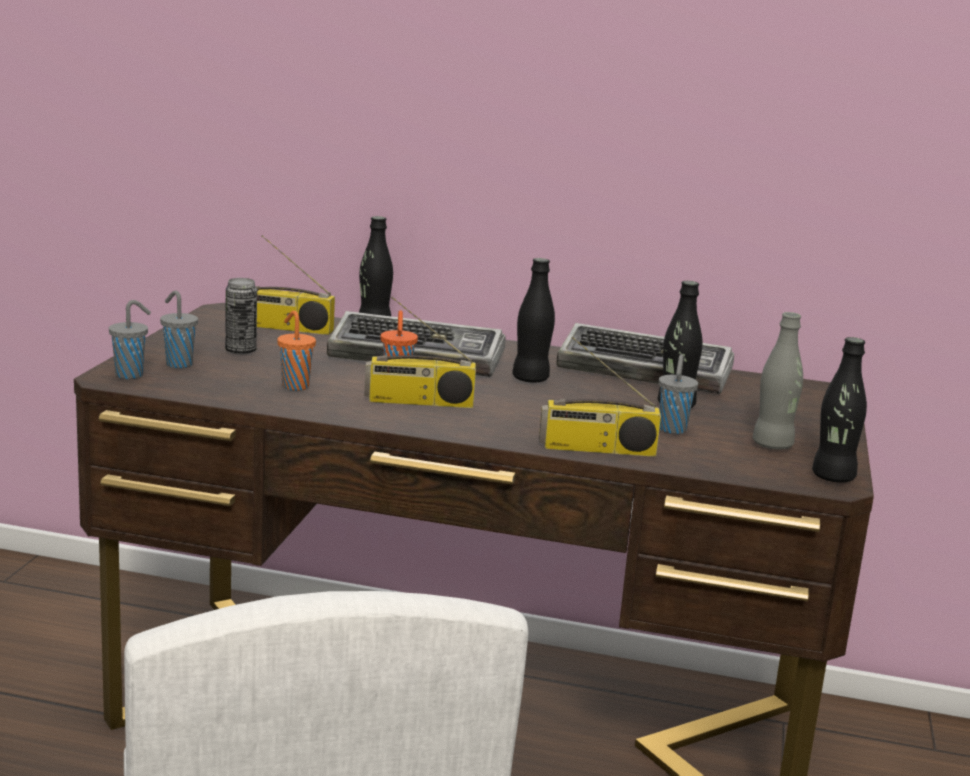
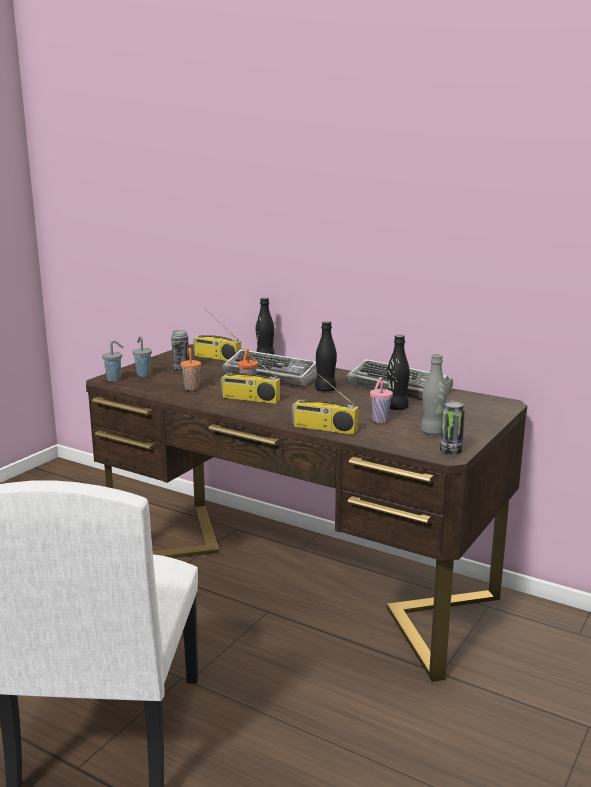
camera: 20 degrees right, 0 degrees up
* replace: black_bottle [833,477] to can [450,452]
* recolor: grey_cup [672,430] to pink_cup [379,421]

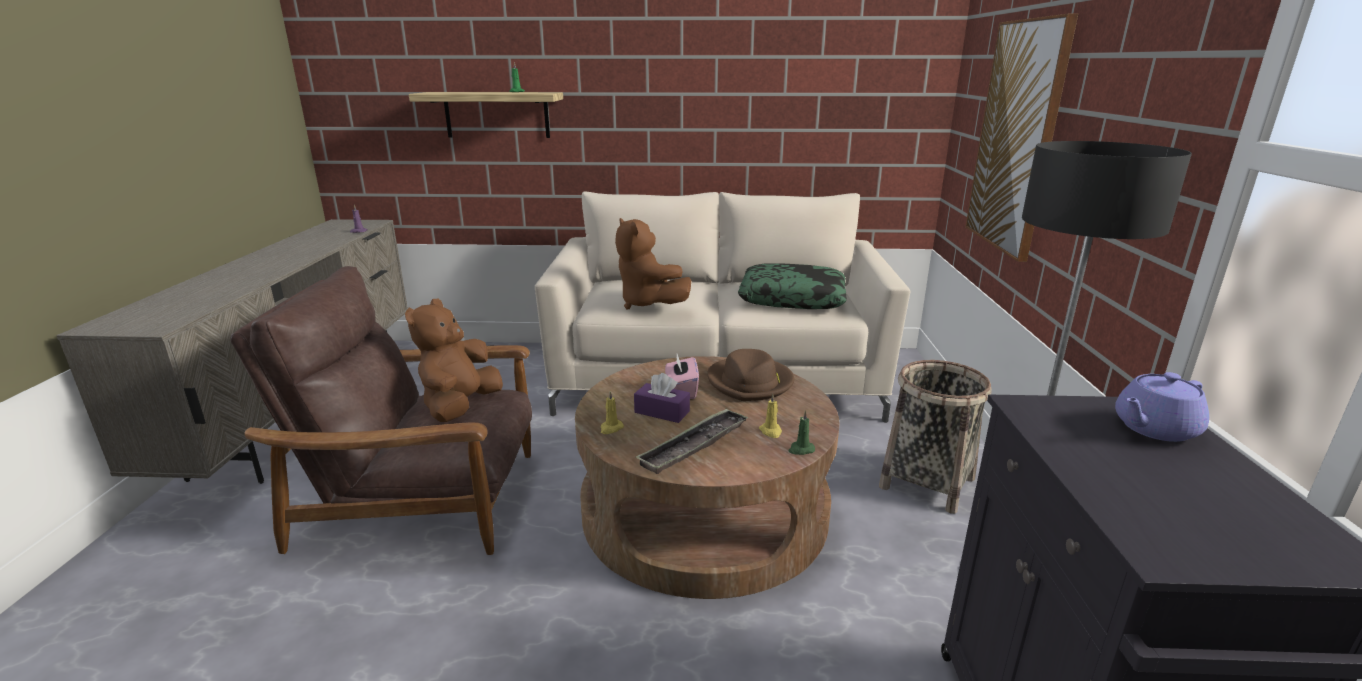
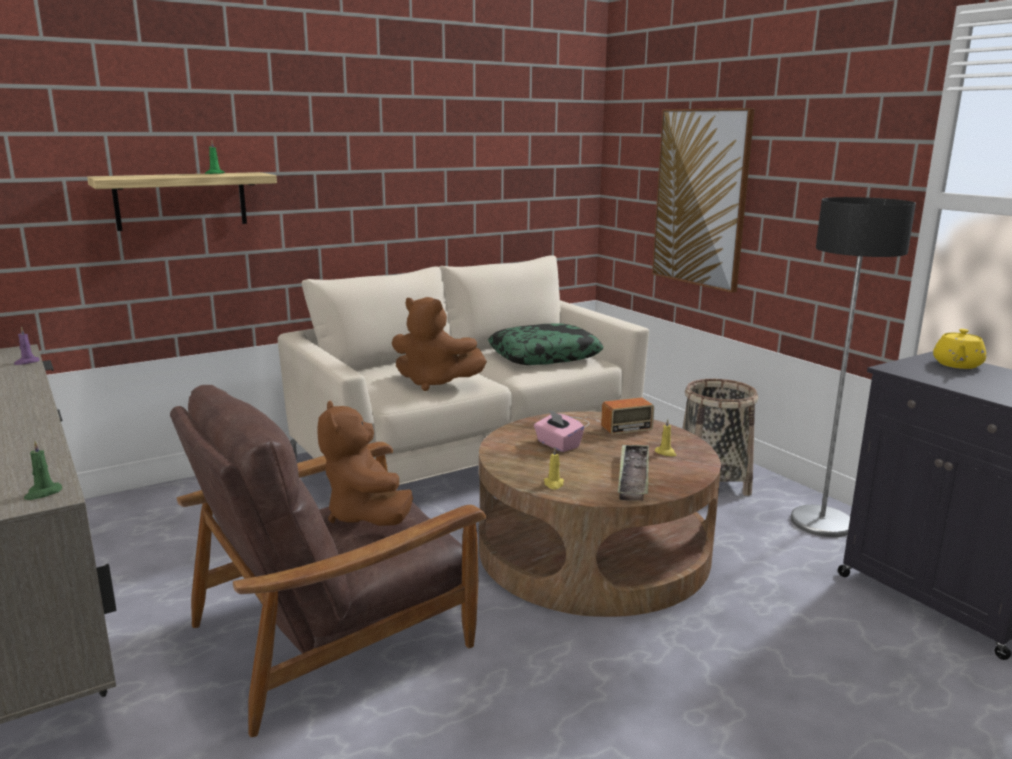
camera: 35 degrees left, 5 degrees down
* replace: brown_hat [750,382] to radio [597,426]
* recolor: purple_teapot [1153,429] to yellow_teapot [957,365]
* delete: purple_tissue_box [662,412]
* move: green_candle [801,449] to [42,493]

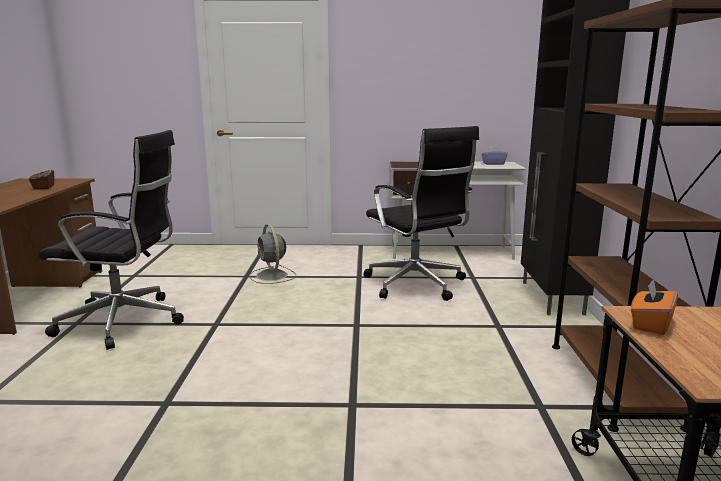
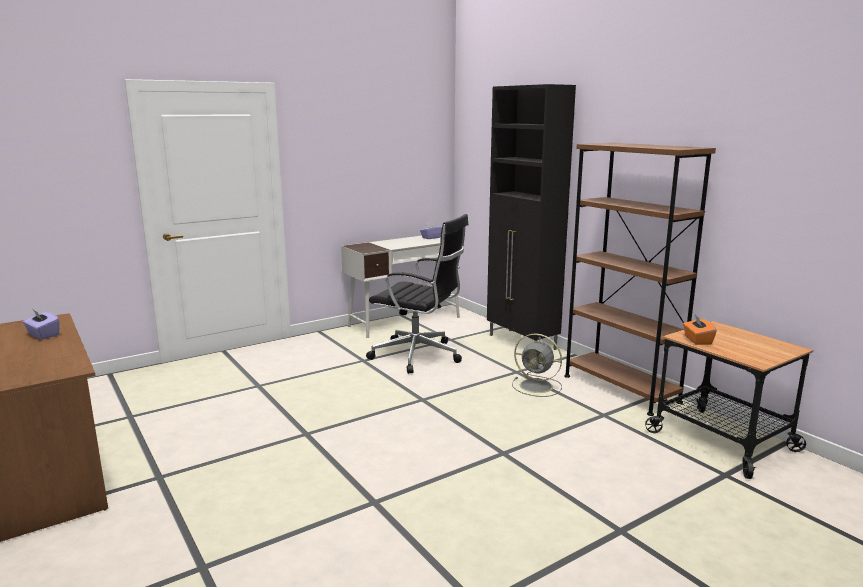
camera: 35 degrees left, 0 degrees up
* delete: black_office_chair [125,322]
* recolor: brown_tissue_box [43,187] to purple_tissue_box [43,335]
* move: grey_fan [272,276] to [537,386]

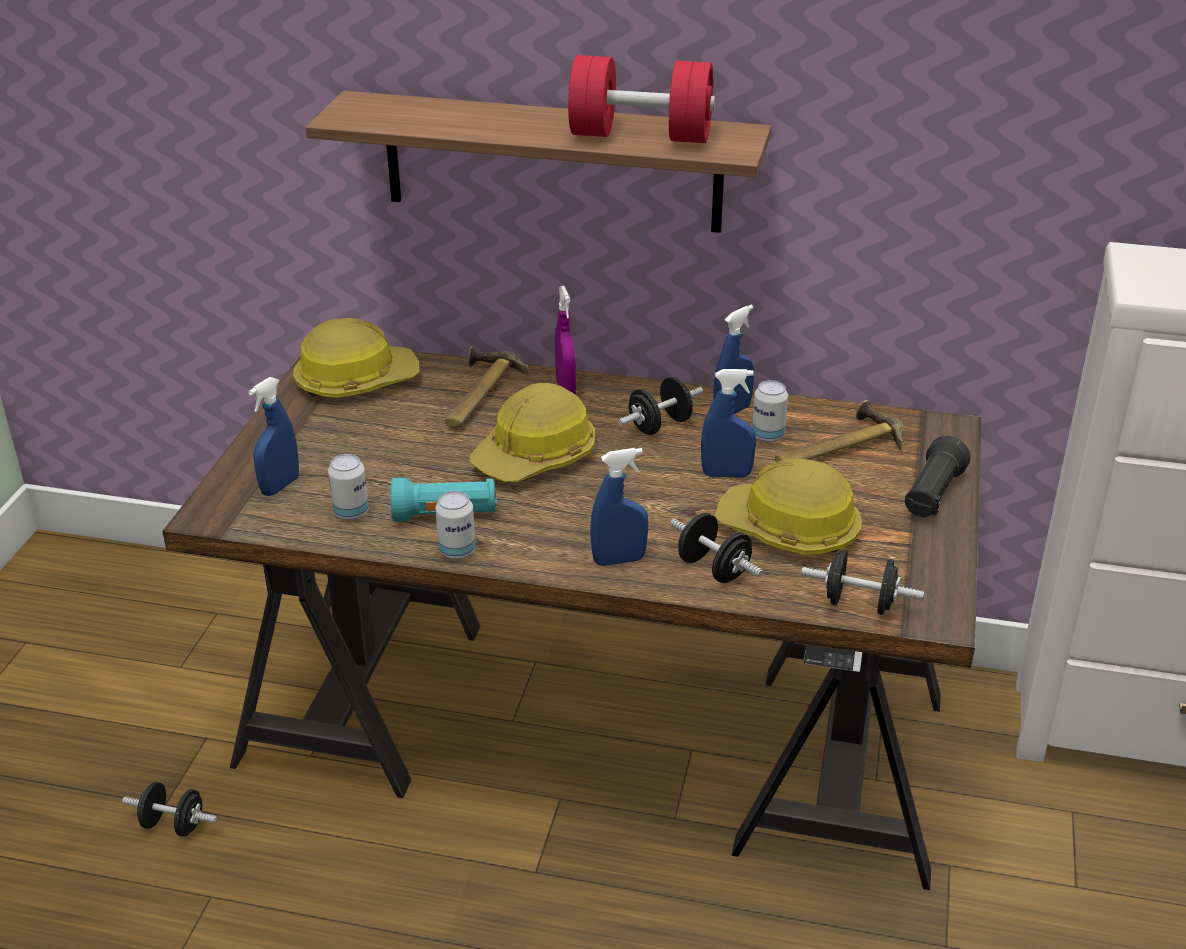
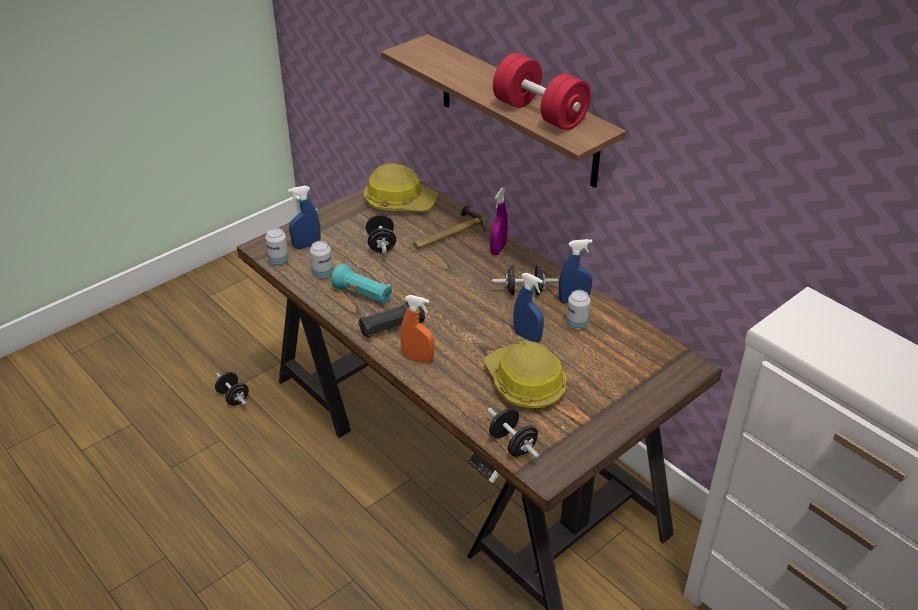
camera: 35 degrees right, 5 degrees up
* delete: hard_hat [536,456]
* delete: hammer [835,447]
* move: black_flashlight [932,495] to [391,328]
* recolor: blue_spray_bottle [619,560] to orange_spray_bottle [418,358]
* move: can [457,551] to [278,260]
* move: black_dumbbell [713,569] to [381,245]

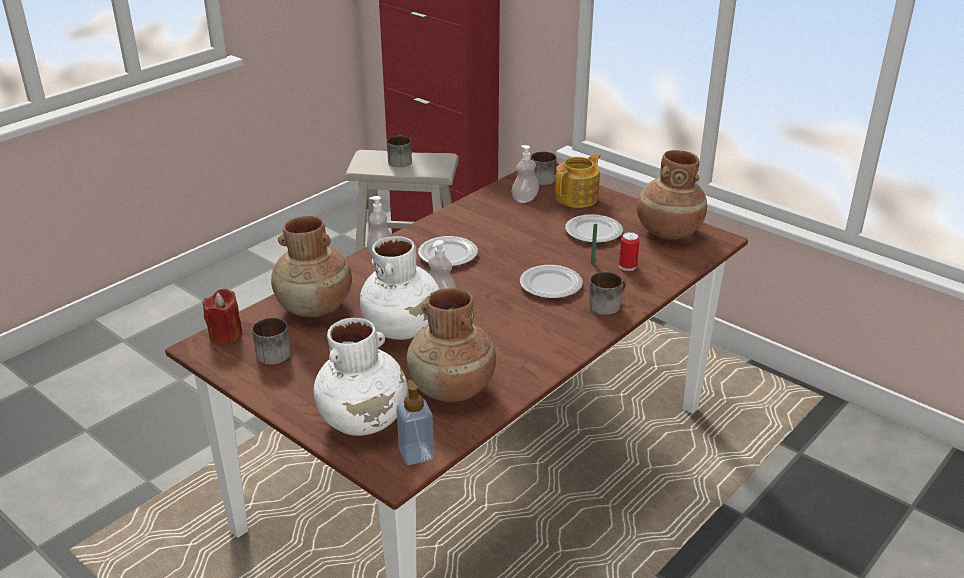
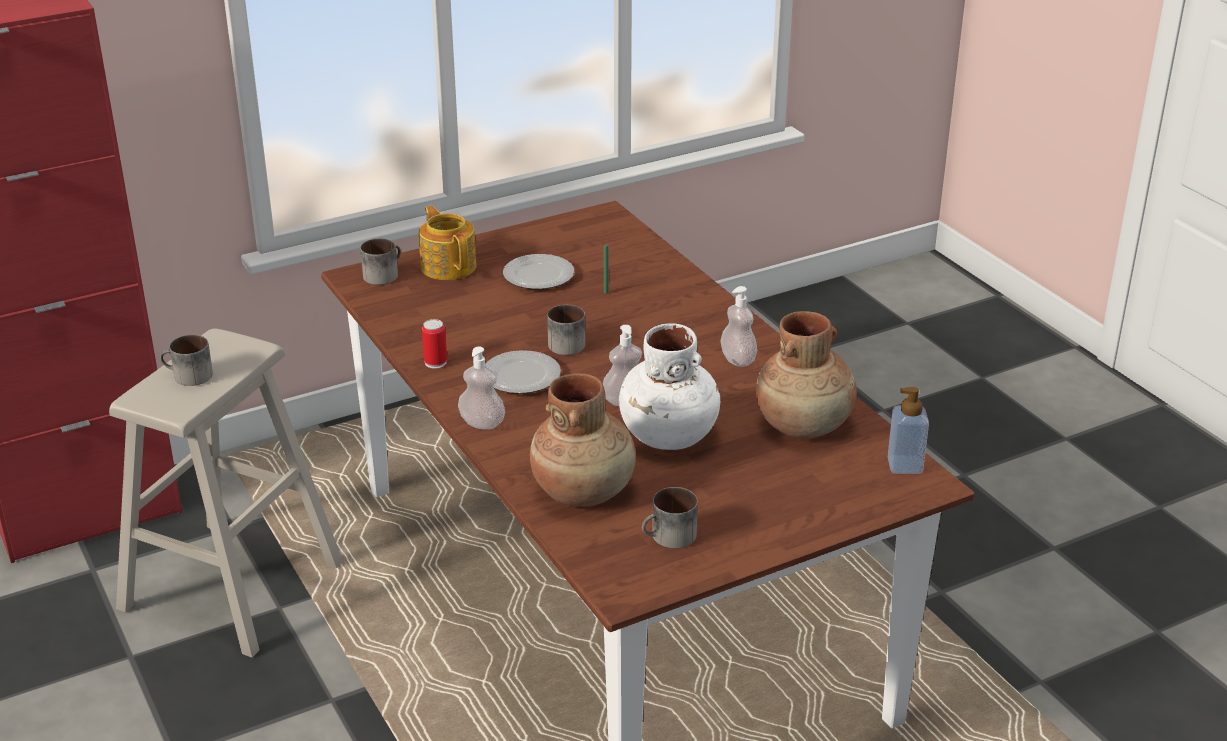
camera: 70 degrees left, 0 degrees up
* move: soap_dispenser [525,199] to [738,360]
* delete: brown_vase [668,232]
* move: can [627,266] to [435,362]
* delete: plate [550,285]
* move: mug [606,304] to [563,343]
* delete: red_candle [225,334]
* delete: white_vase [364,420]

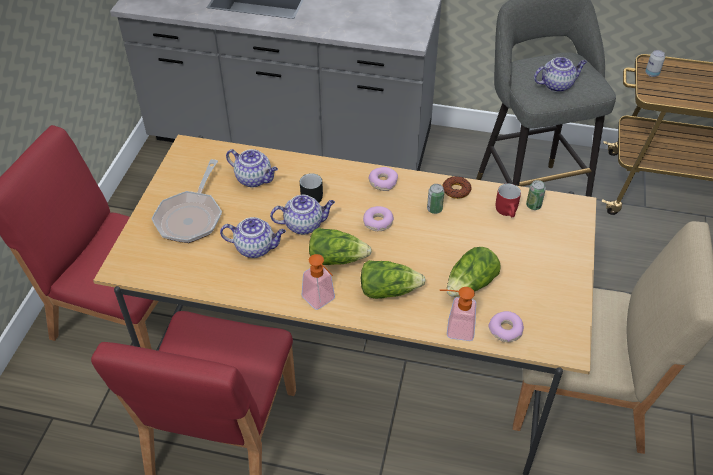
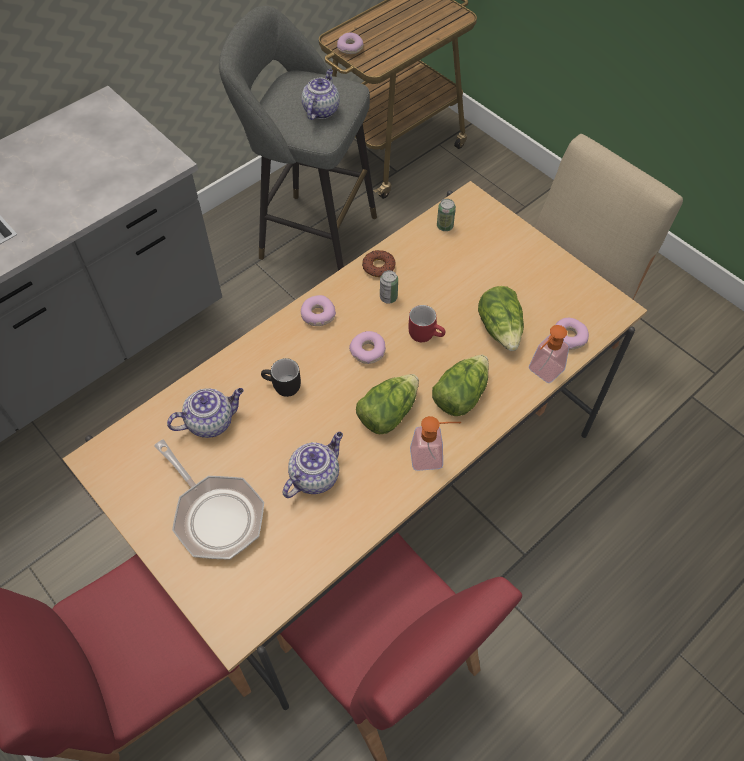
camera: 55 degrees left, 10 degrees up
* replace: can [652,74] to donut [350,48]
* move: red_mug [508,211] to [426,333]
* delete: teapot [304,225]

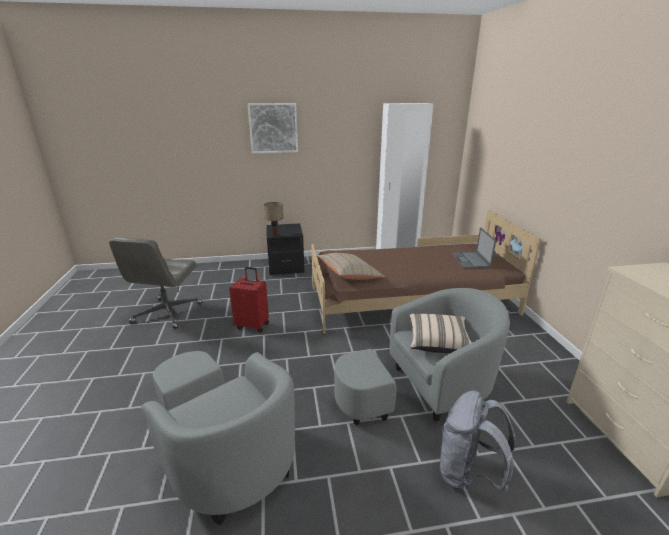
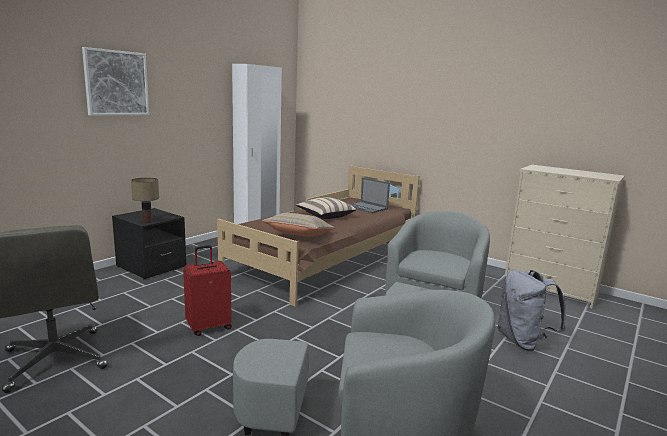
camera: 45 degrees left, 10 degrees down
* move: beige_pillow [438,342] to [325,216]

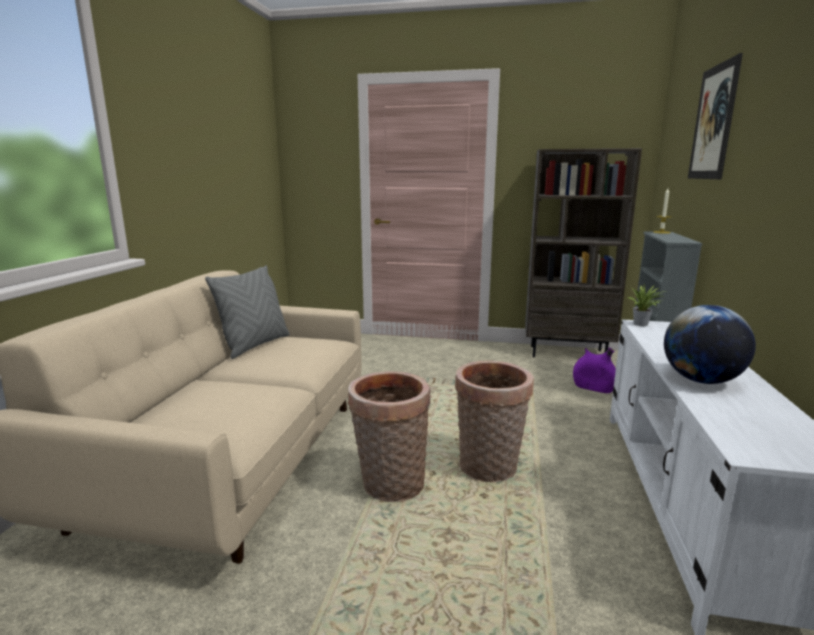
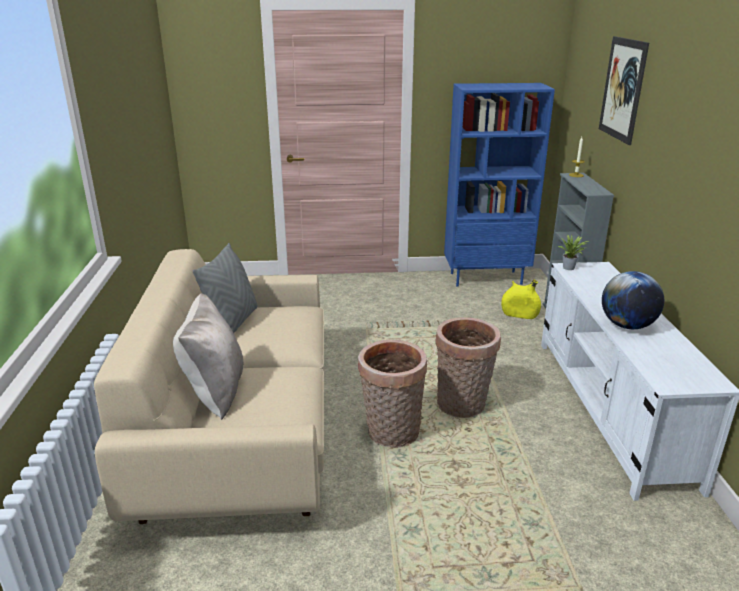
camera: 15 degrees left, 10 degrees up
* recolor: brown_bookcase [567,353] to blue_bookcase [486,278]
* recolor: purple_vase [593,388] to yellow_vase [519,315]
* insert: beige_pillow [215,391]

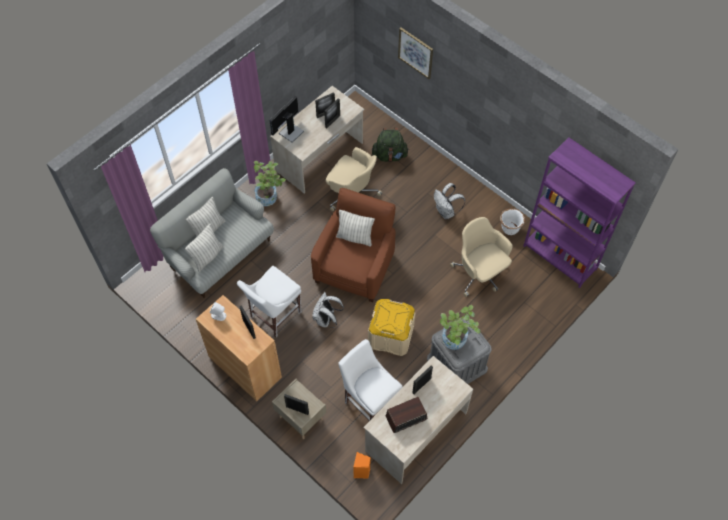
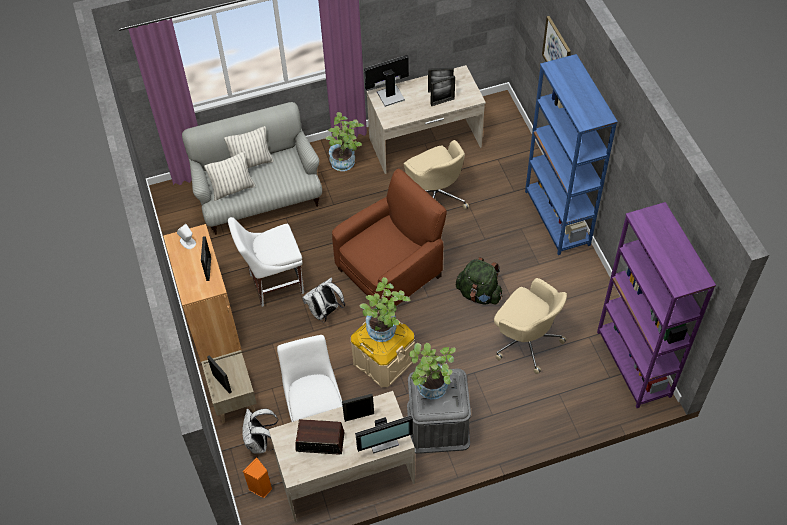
camera: 30 degrees right, 5 degrees down
* move: green_backpack [389,155] to [479,294]
* move: white_backpack [446,212] to [260,443]
* delete: white_planter [509,229]
* delete: pillow [355,237]
* rotate: beige_office_chair [479,274] = [526,340] 135 degrees clockwise
* insert: blue_bookcase [557,218]
* insert: potted_plant [385,332]
* insert: monitor [382,439]

